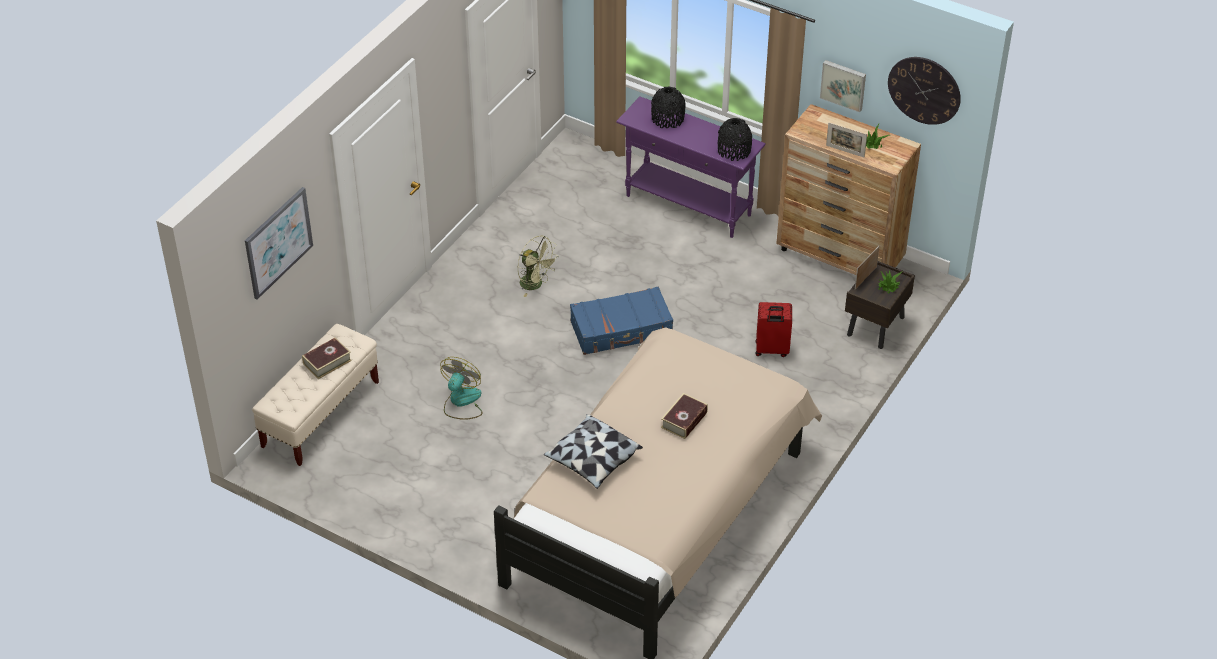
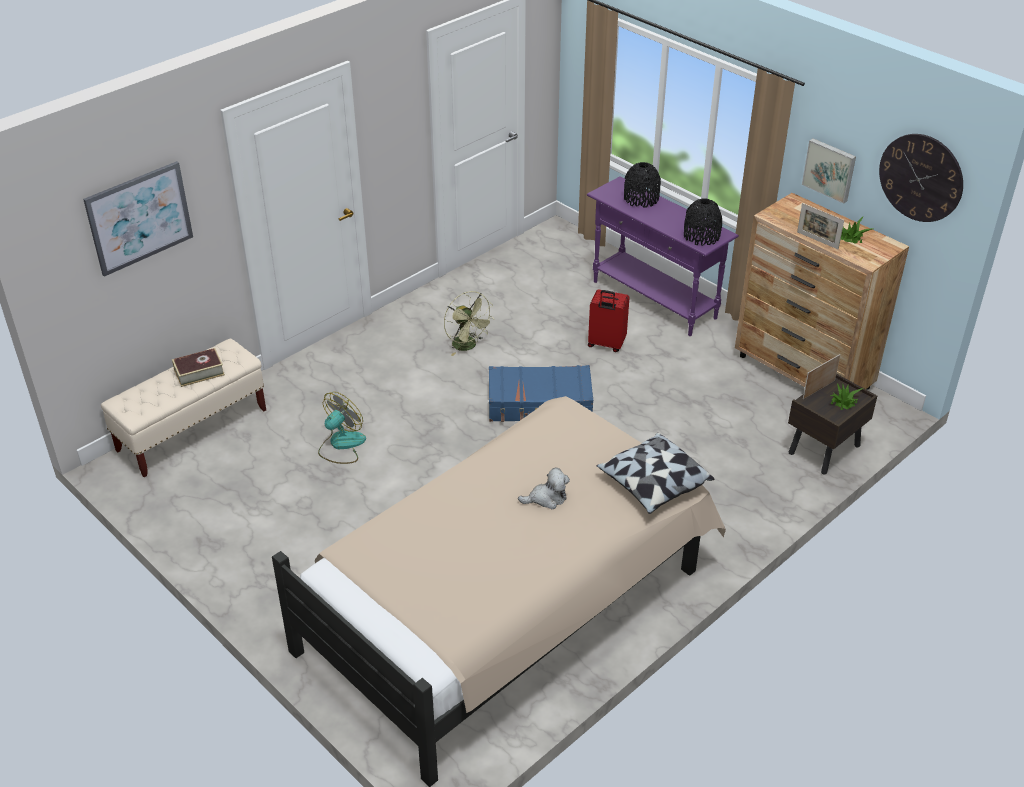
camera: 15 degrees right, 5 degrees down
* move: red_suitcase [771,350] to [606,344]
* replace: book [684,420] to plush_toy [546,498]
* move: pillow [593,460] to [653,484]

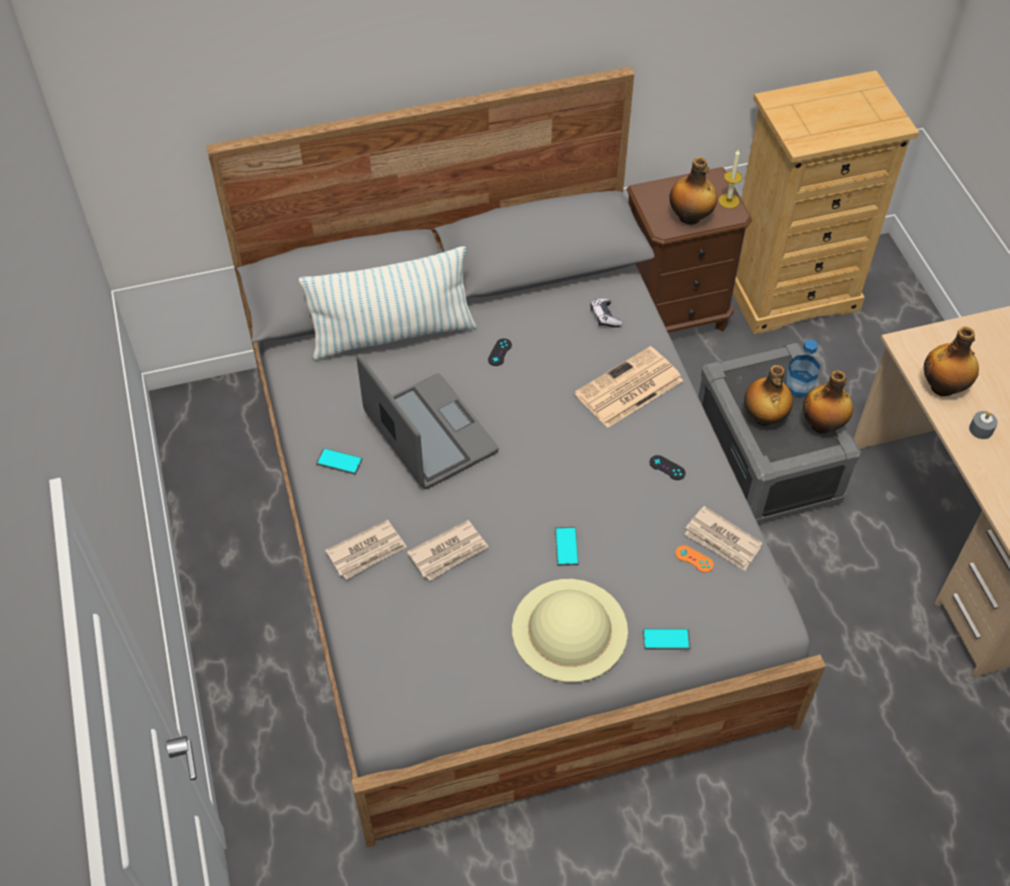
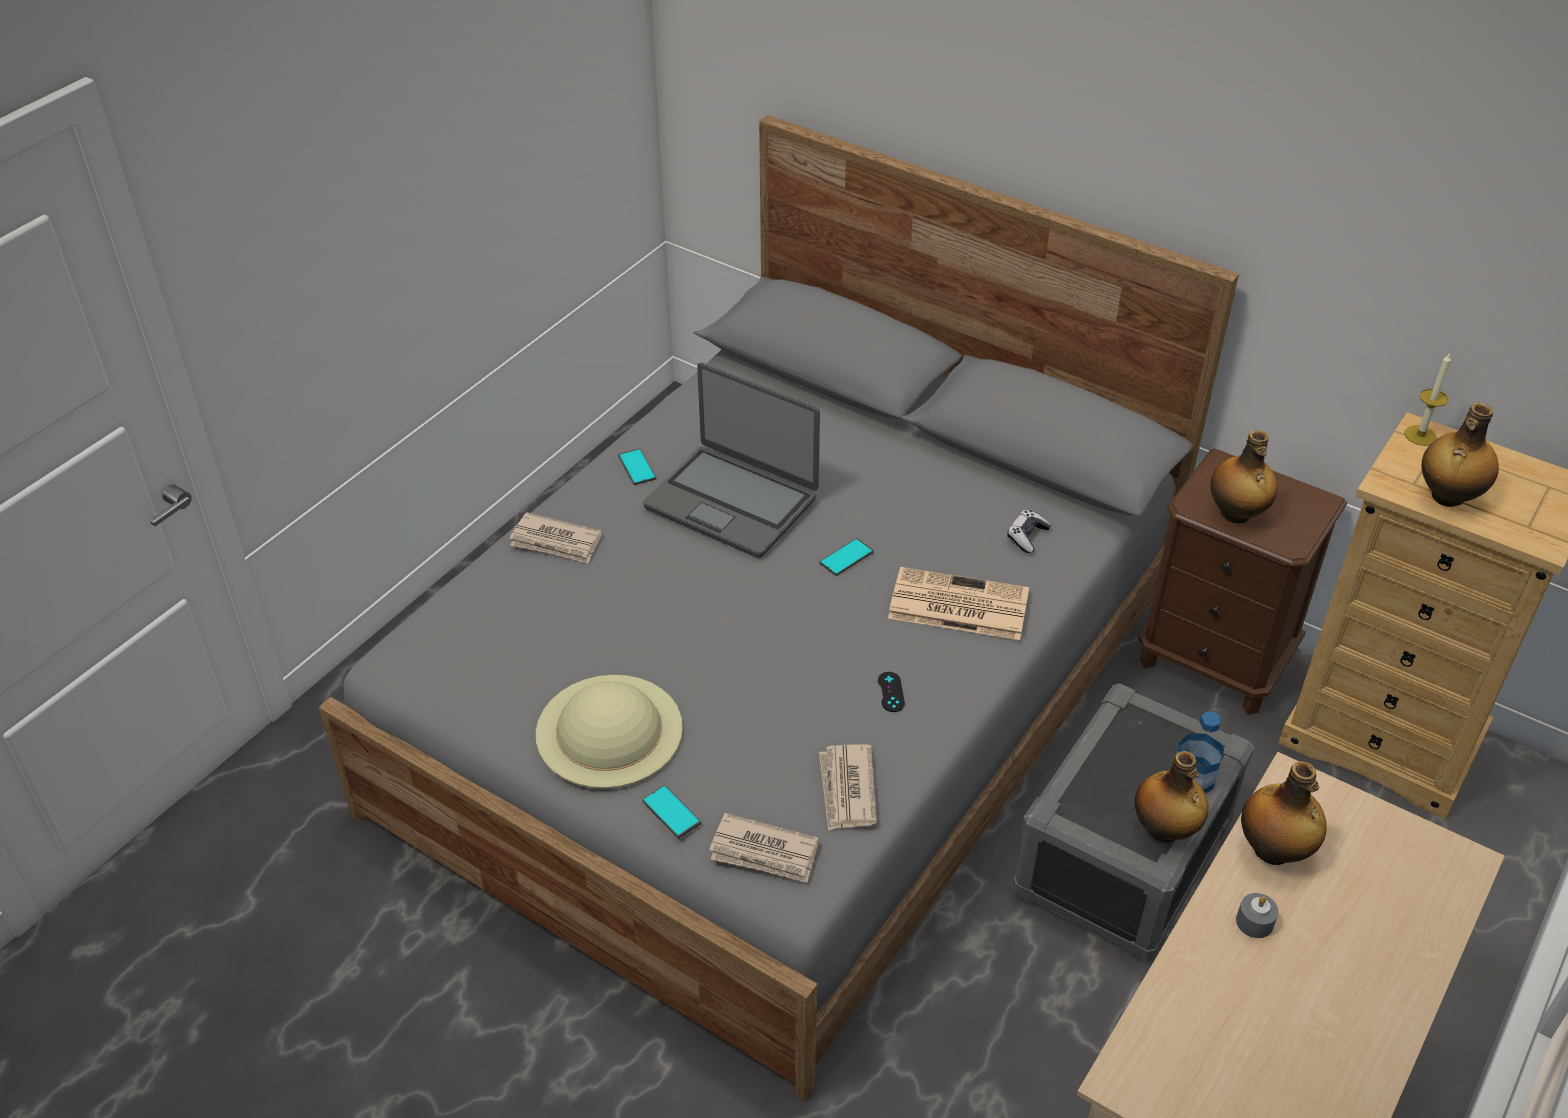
camera: 50 degrees right, 10 degrees down
* move: candle [728,201] to [1420,435]
* delete: pillow [392,334]
* delete: black_game_controller [500,352]
* rotate: laptop [429,433] = [732,502] 105 degrees clockwise
* move: bottle [763,417] to [1447,497]
* move: newspaper [449,552] to [764,852]
* move: phone [566,546] to [846,557]
* delete: orange_game_controller [694,559]

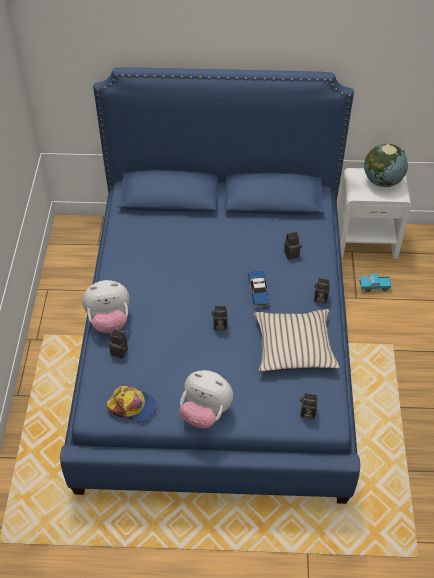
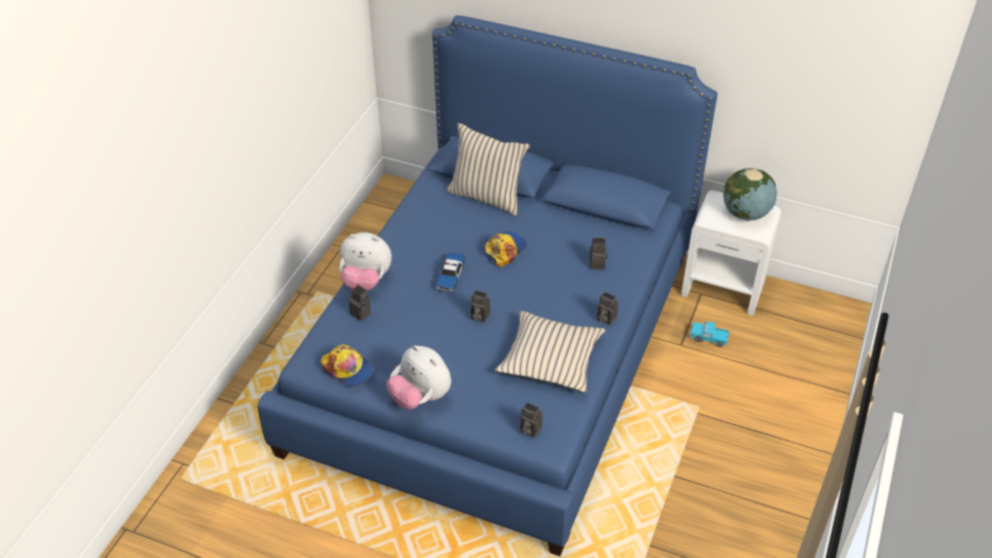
camera: 20 degrees right, 5 degrees down
* move: toy_car [258,292] to [450,276]
* insert: beige_pillow [487,196]
* insert: cap [505,250]

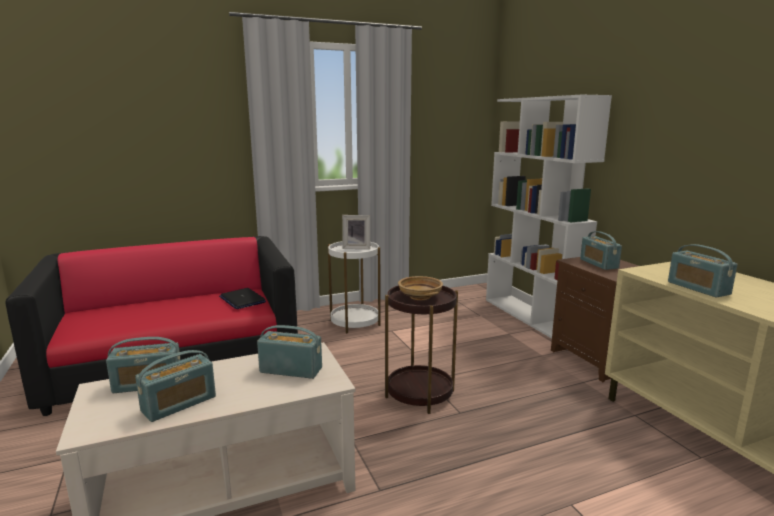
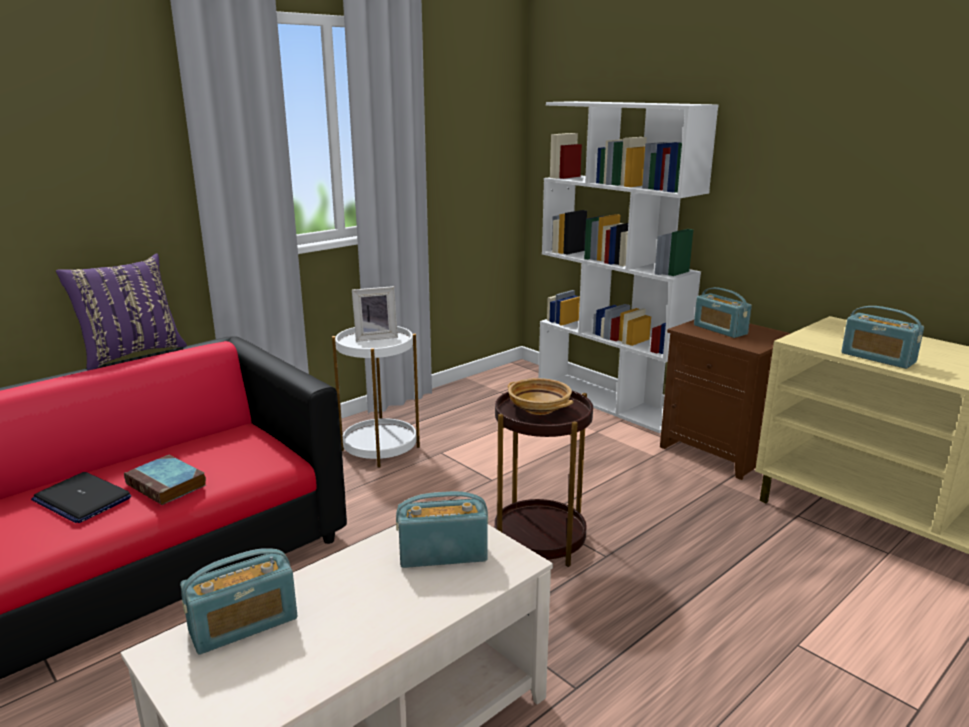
camera: 20 degrees left, 5 degrees up
* move: laptop [242,299] to [81,499]
* delete: radio [179,404]
* insert: purple_pillow [131,354]
* insert: book [168,485]

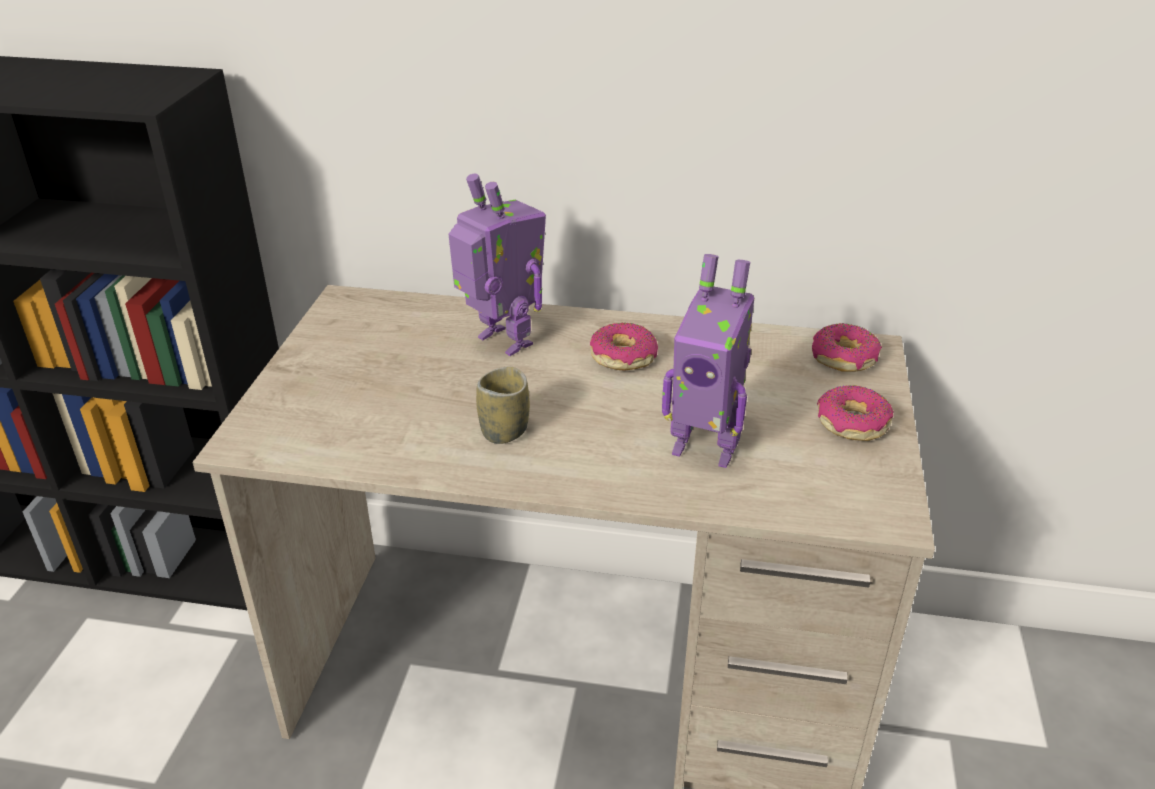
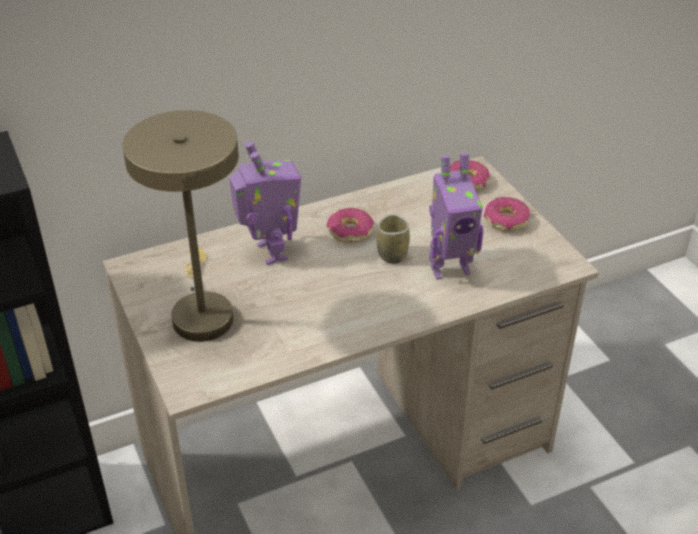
camera: 35 degrees left, 5 degrees up
* rotate: toy_robot [502,342] = [269,252] 60 degrees clockwise
* move: cup [504,431] to [392,255]
* insert: beige_table_lamp [201,312]

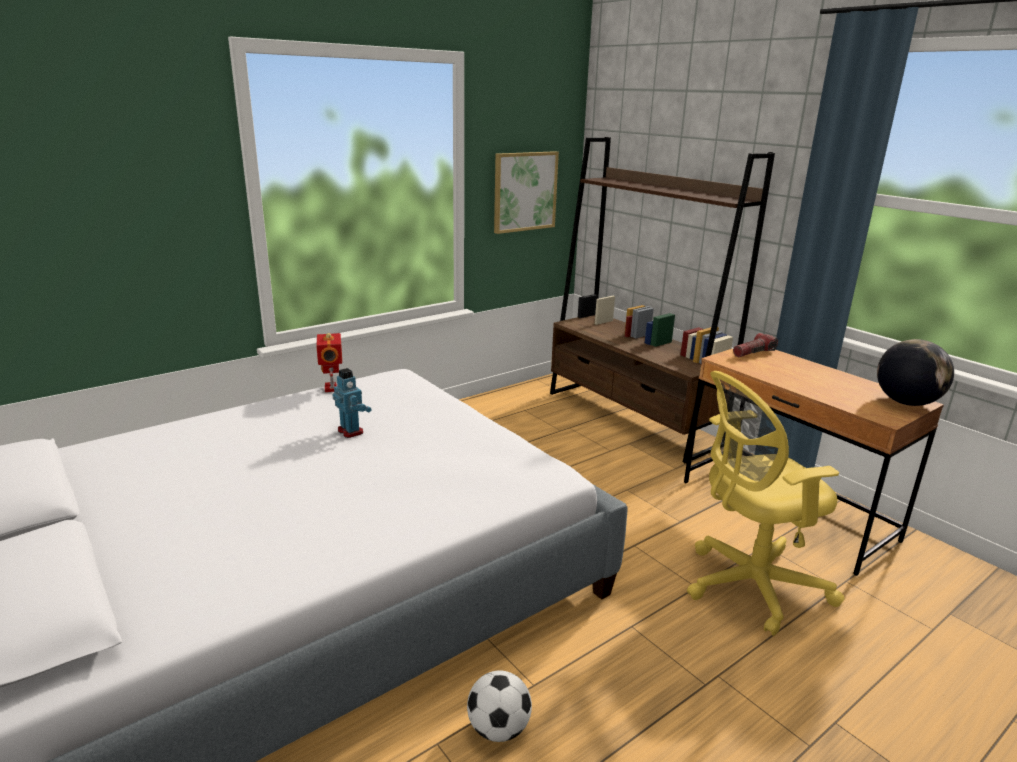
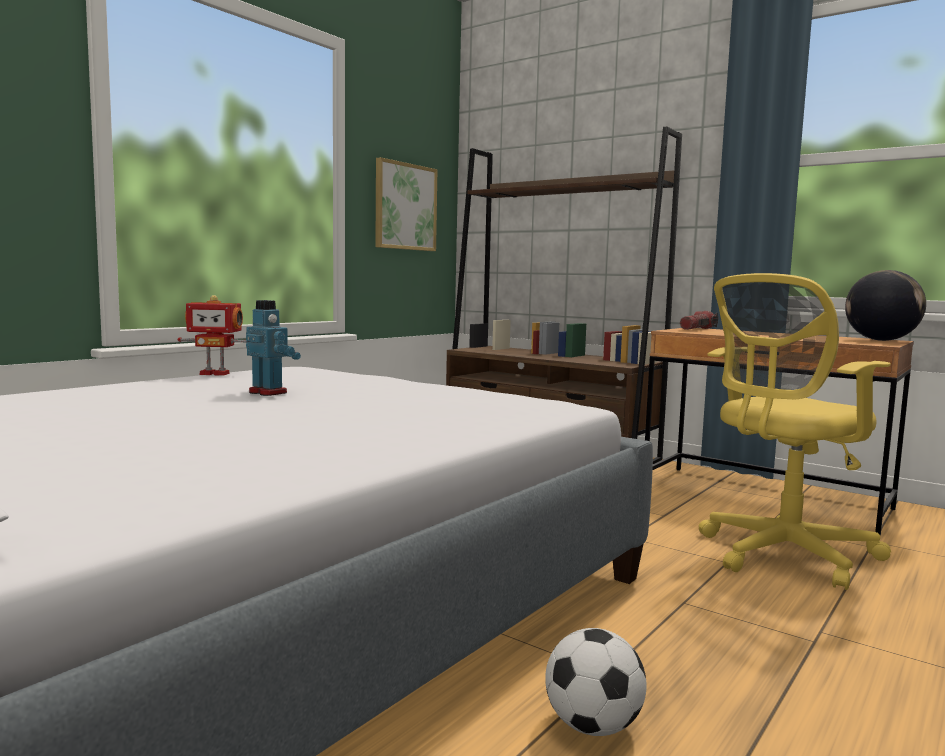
camera: 15 degrees left, 15 degrees down
* rotate: toy_robot [332,388] = [215,373] 60 degrees counterclockwise

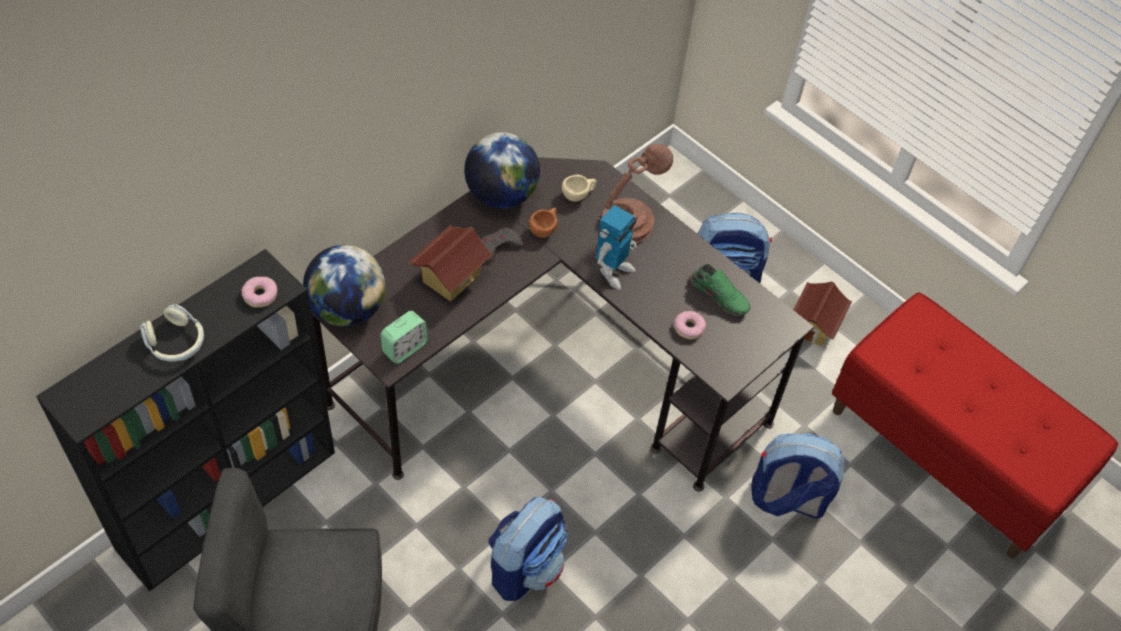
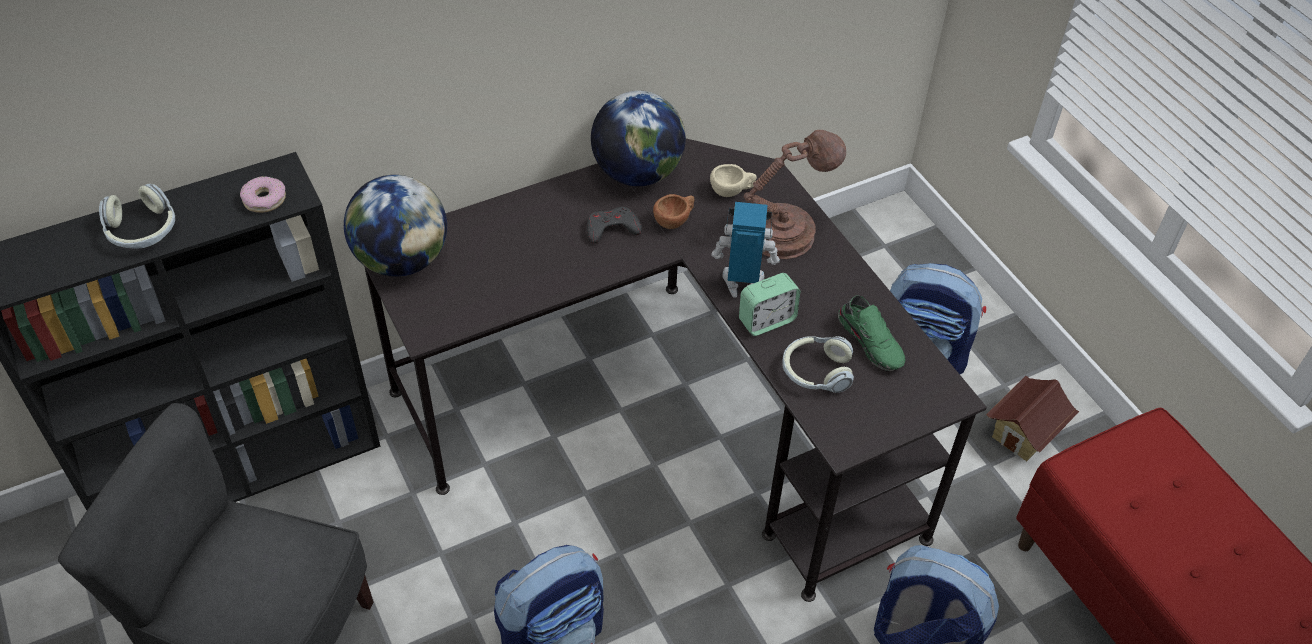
camera: 20 degrees right, 5 degrees down
* rotate: toy_robot [613,272] = [742,286] 135 degrees counterclockwise
* delete: toy_house [451,277]
* move: alarm_clock [404,348] to [766,320]
* replace: donut [689,328] to headphones [816,372]

